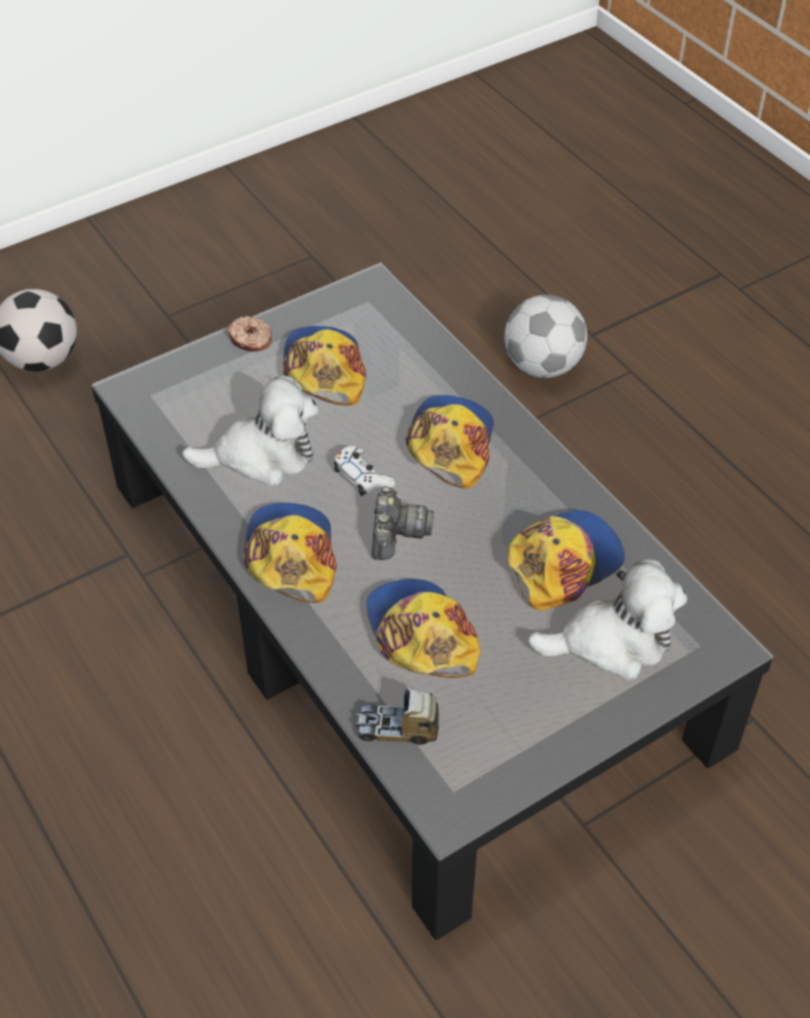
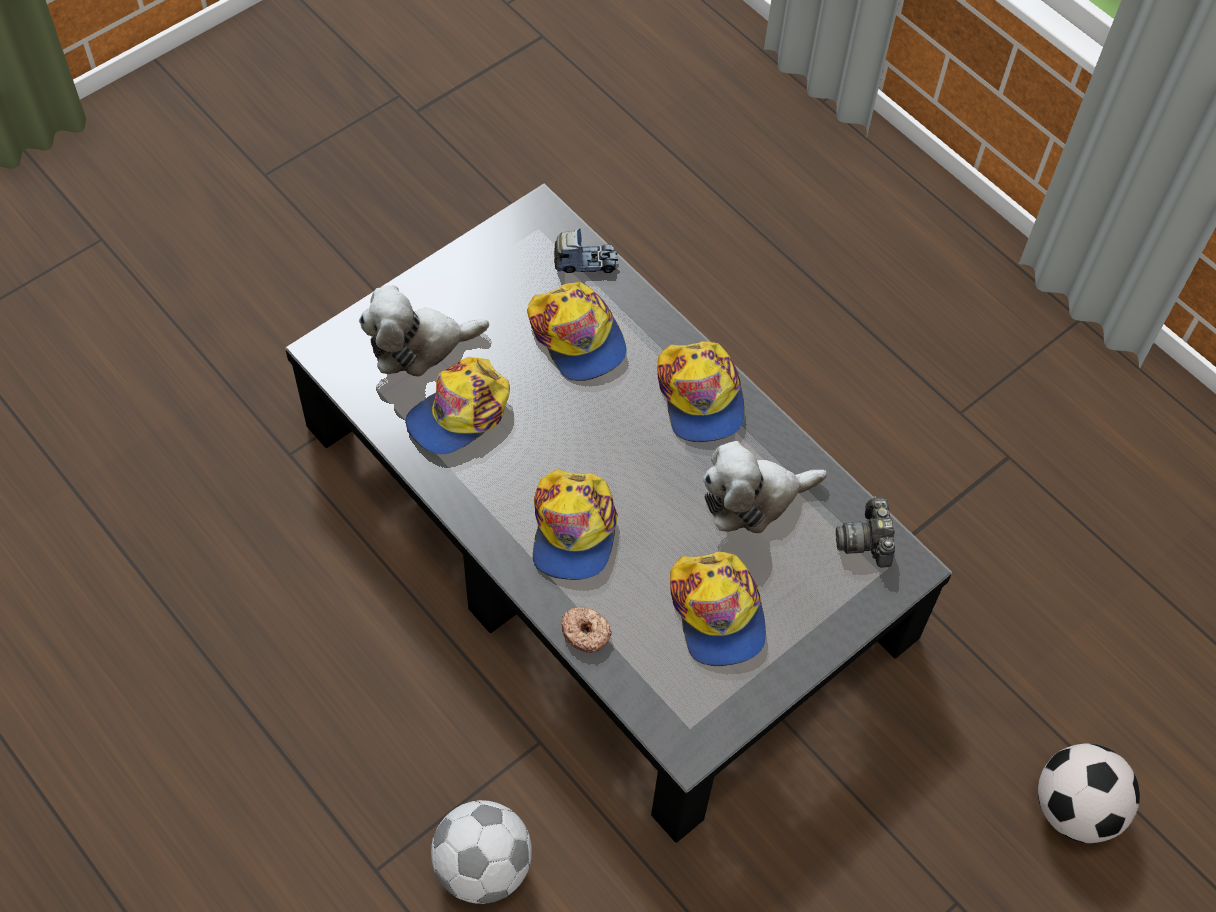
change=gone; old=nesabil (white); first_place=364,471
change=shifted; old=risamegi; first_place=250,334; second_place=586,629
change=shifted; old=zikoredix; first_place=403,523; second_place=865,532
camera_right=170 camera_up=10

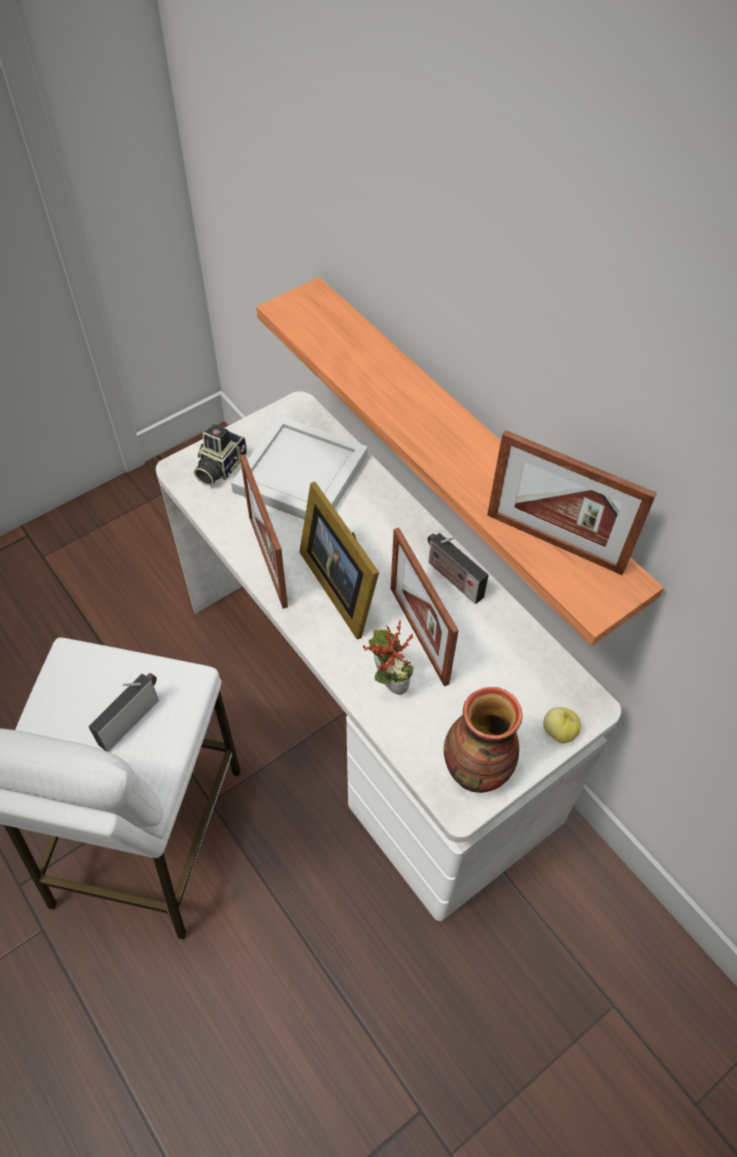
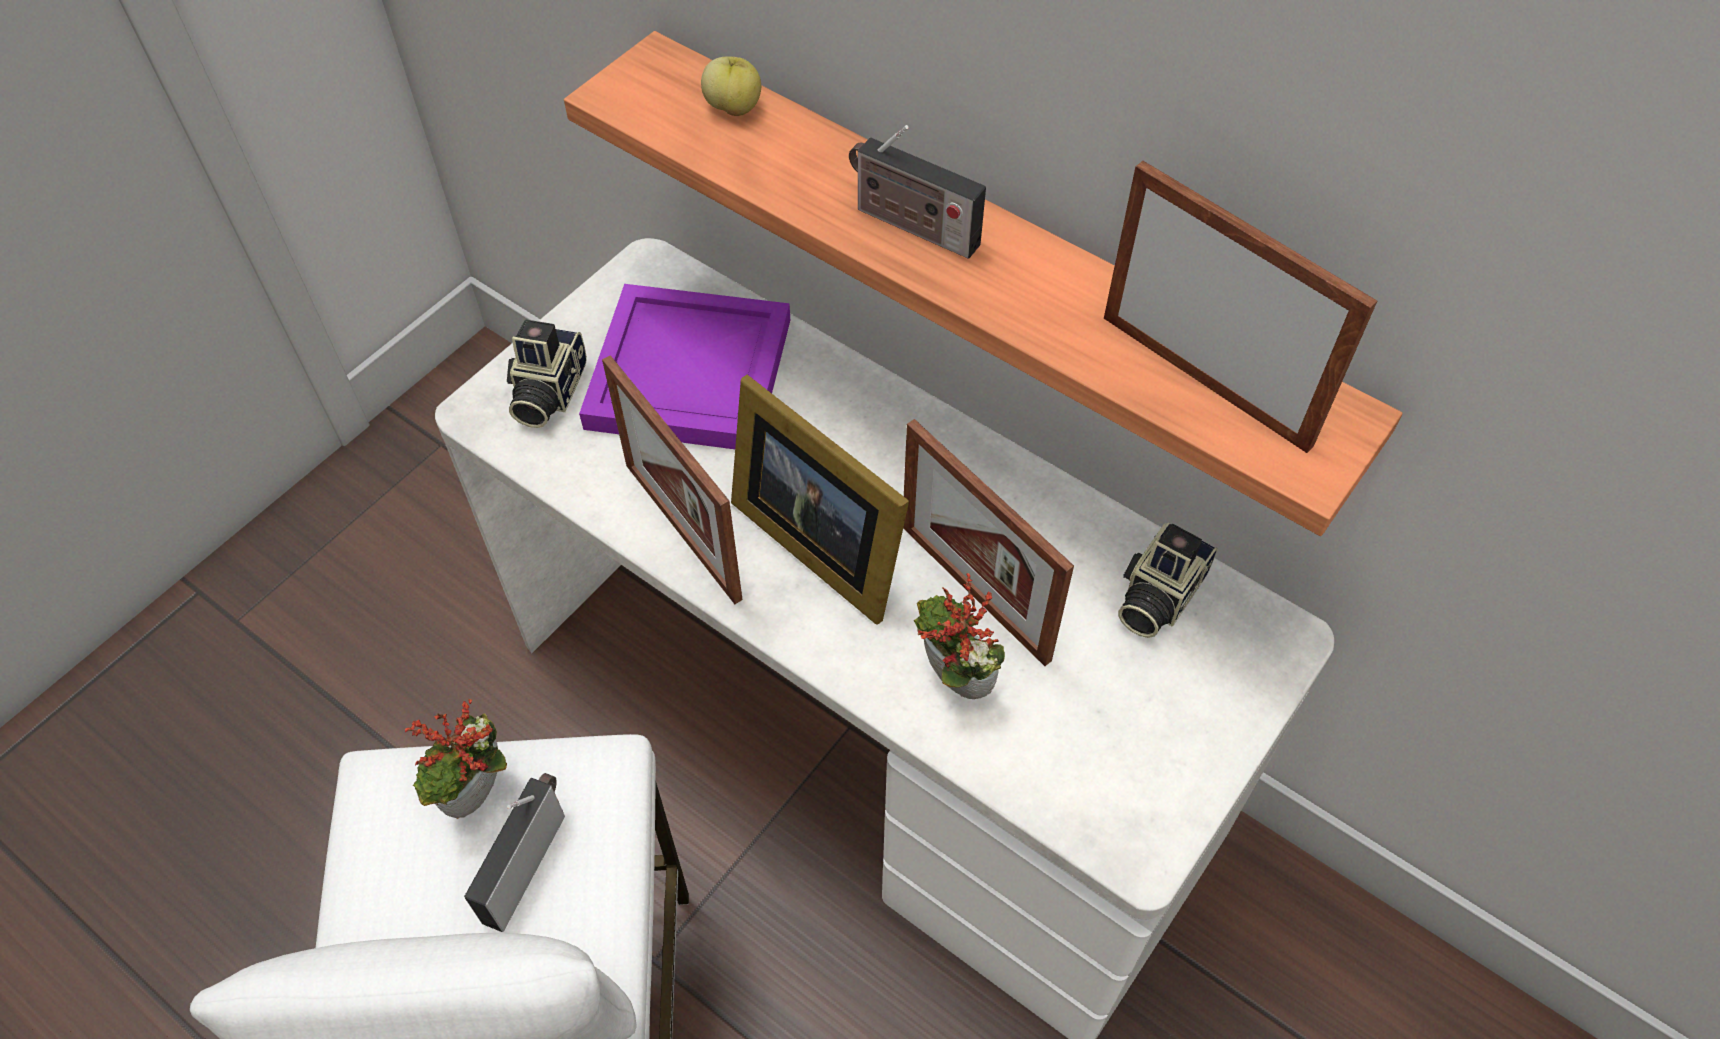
change=gone; old=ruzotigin; first_place=483,740
change=new; new=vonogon; second_place=456,759
change=new; new=zikoredix; second_place=1168,580
change=shifted; old=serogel; first_place=458,568; second_place=917,192
change=shifted; old=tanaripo; first_place=562,725; second_place=731,86
change=repainted; old=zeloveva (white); new=zeloveva (purple); first_place=299,467; second_place=684,366
change=rotated; old=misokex; first_place=572,502; second_place=1240,307; degrees=-150
camera_right=-15 camera_up=0

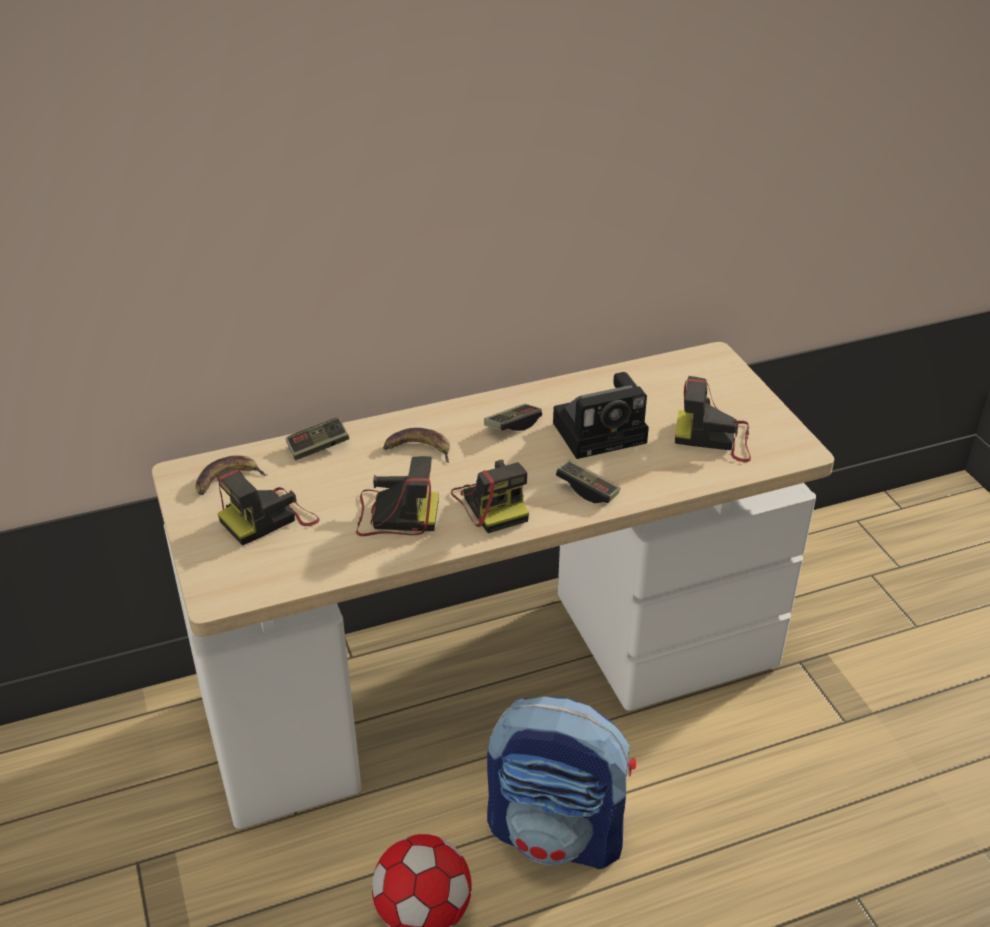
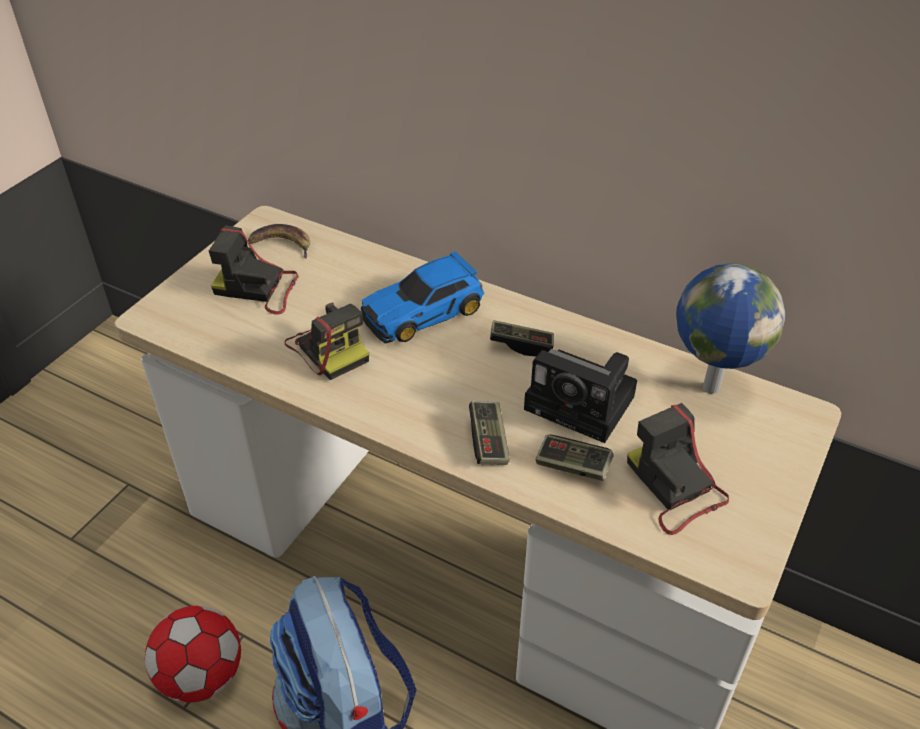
change=gone; old=zikoredix; first_place=490,496
change=new; new=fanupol; second_place=730,328
change=shifted; old=nesabil; first_place=317,438; second_place=575,458
change=swapped; old=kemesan; new=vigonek; first_place=416,445; second_place=422,297
camera_right=50 camera_up=5

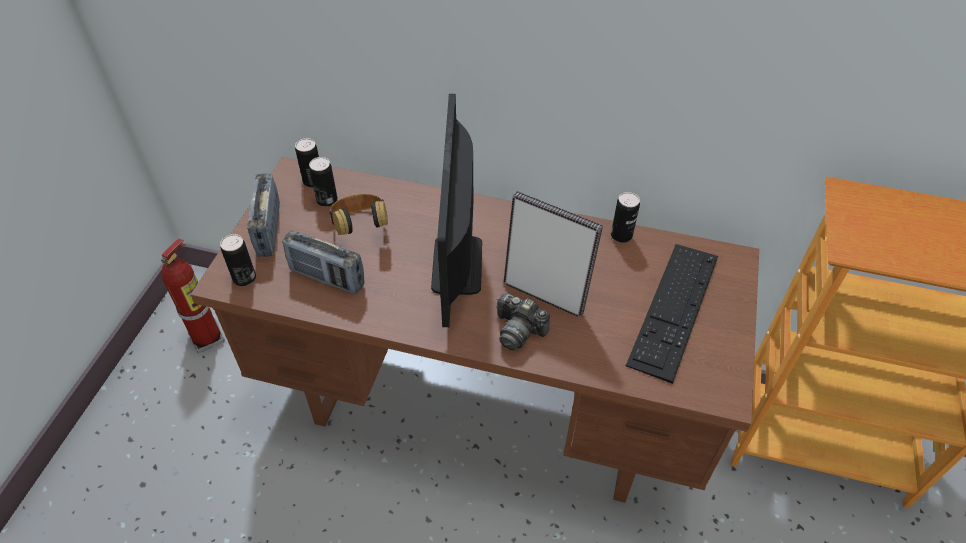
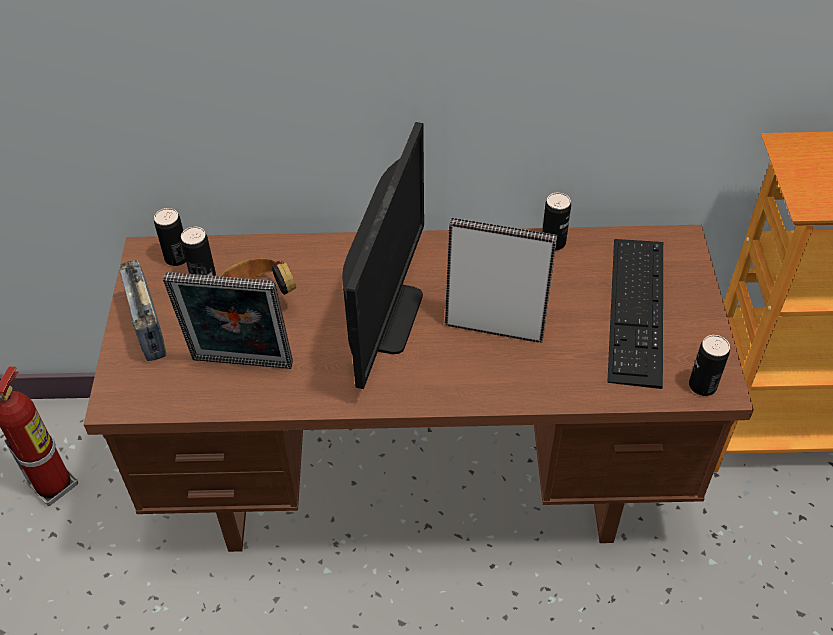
change=gone; old=zikoredix; first_place=523,322
change=shifted; old=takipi; first_place=238,260; second_place=709,365
change=swapped; old=serogel; new=misokex; first_place=323,262; second_place=228,320
change=rotated; old=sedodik; first_place=456,210; second_place=383,255; degrees=-150
camera_right=-15 camera_up=0

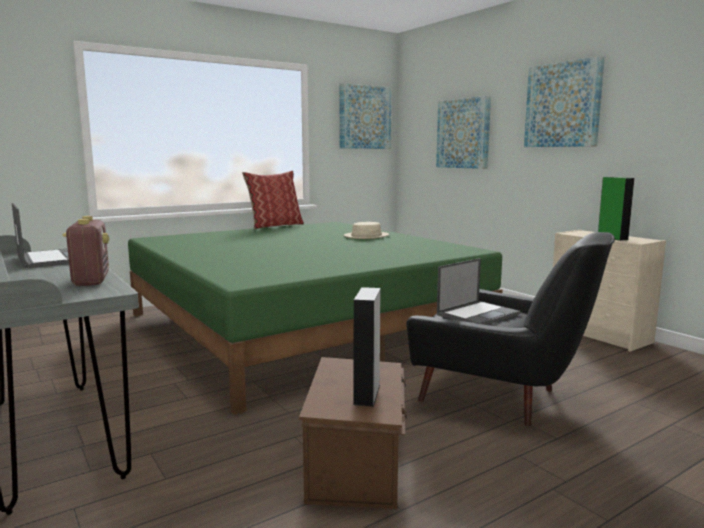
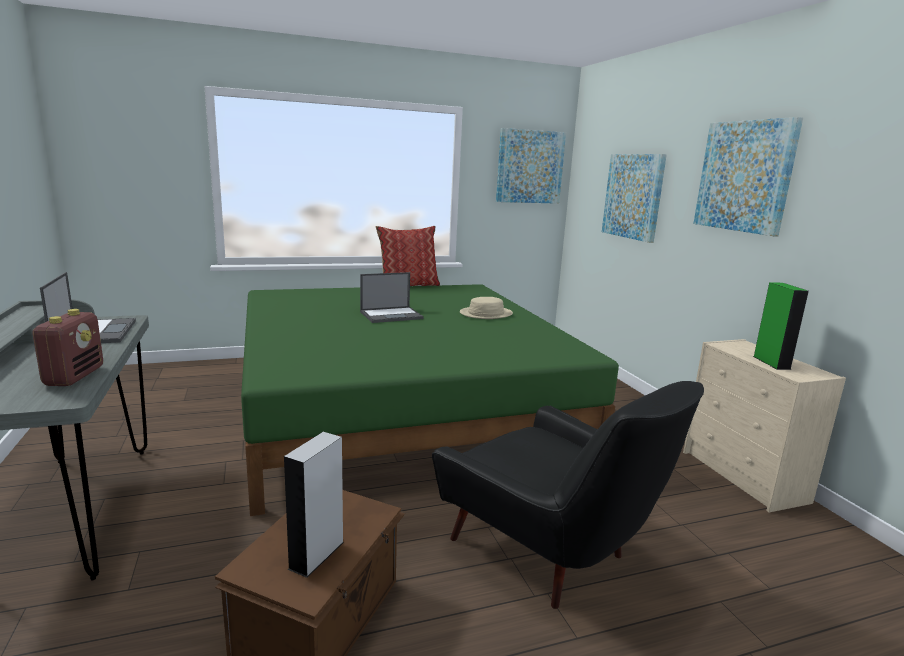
change=shifted; old=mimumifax; first_place=479,291; second_place=392,297
camera_right=15 camera_up=5

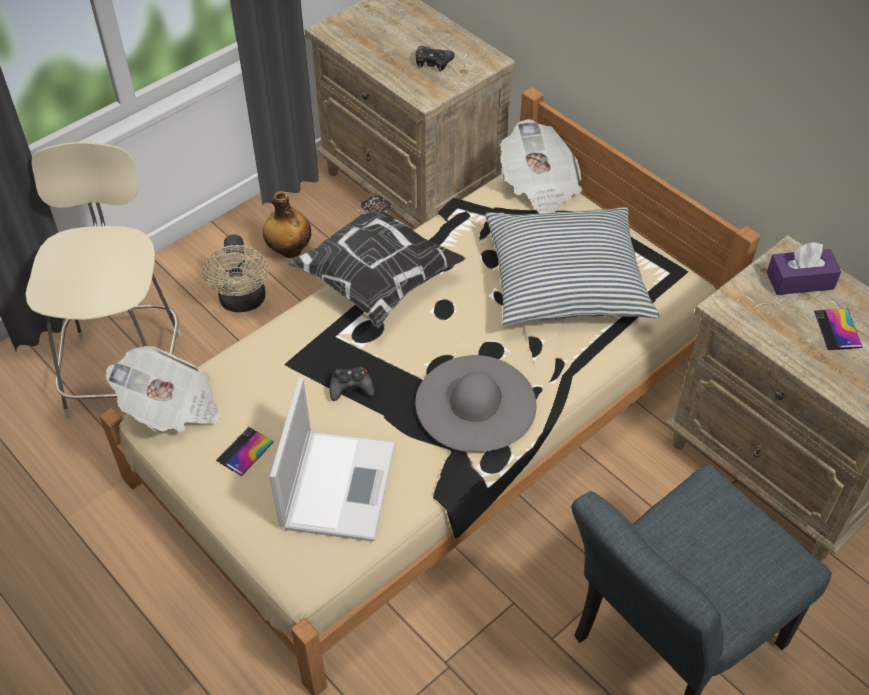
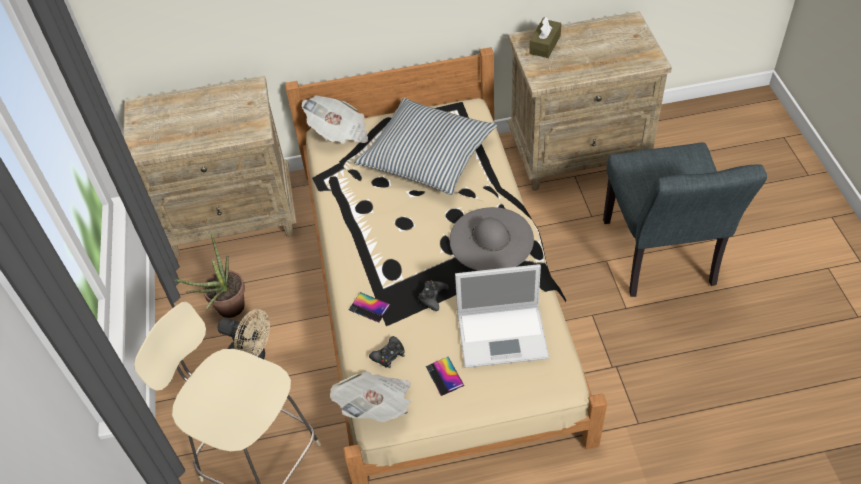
change=gone; old=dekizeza; first_place=377,261
change=shifted; old=nesabil (black); first_place=435,58; second_place=387,352
change=shifted; old=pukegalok; first_place=838,329; second_place=370,307
change=swapped; old=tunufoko; new=vonogon; first_place=287,224; second_place=209,274
change=repainted; old=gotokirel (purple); new=gotokirel (brown); first_place=804,268; second_place=545,37
change=rotated; old=mimumifax; first_place=332,460; second_place=502,316; degrees=135
camera_right=-55 camera_up=0

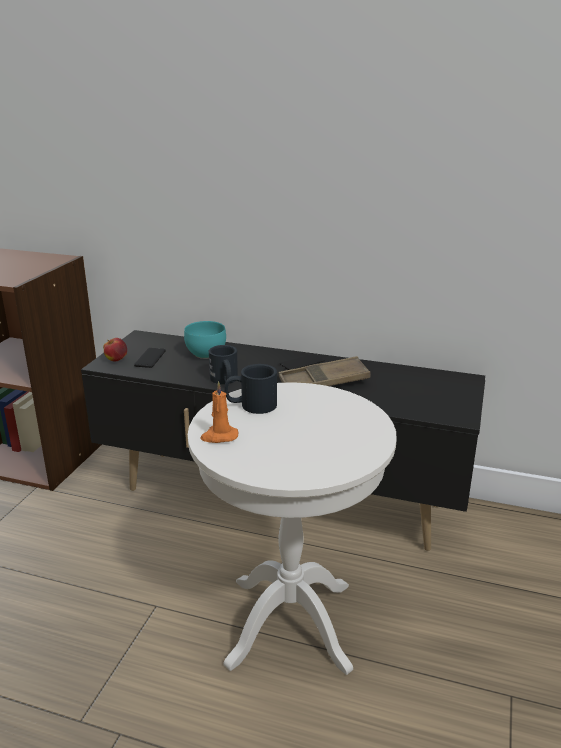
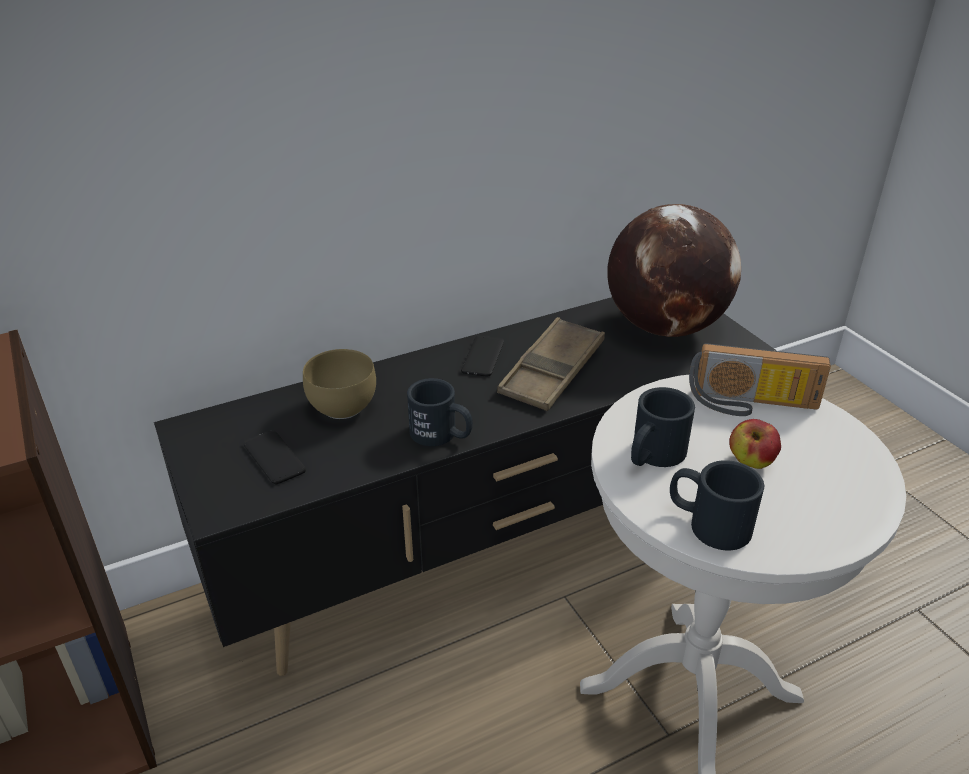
change=new; new=fanupol; second_place=674,270
change=new; new=serogel; second_place=760,379
change=shifted; old=tanaripo; first_place=115,350; second_place=755,444
change=swapped; old=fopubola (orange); new=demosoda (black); first_place=219,412; second_place=717,505
change=repainted; old=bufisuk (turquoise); new=bufisuk (brown); first_place=205,340; second_place=339,384
camera_right=-45 camera_up=10

